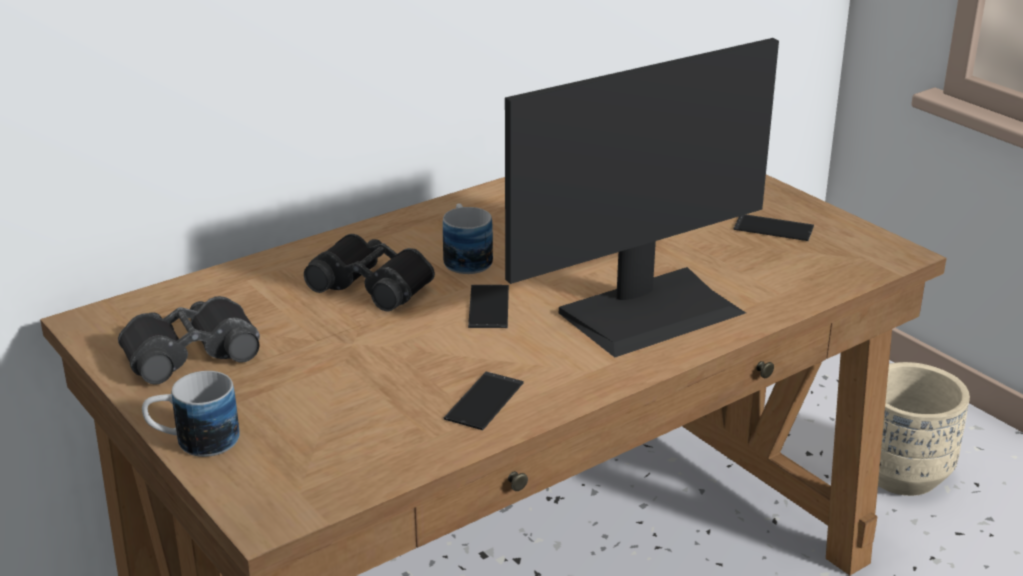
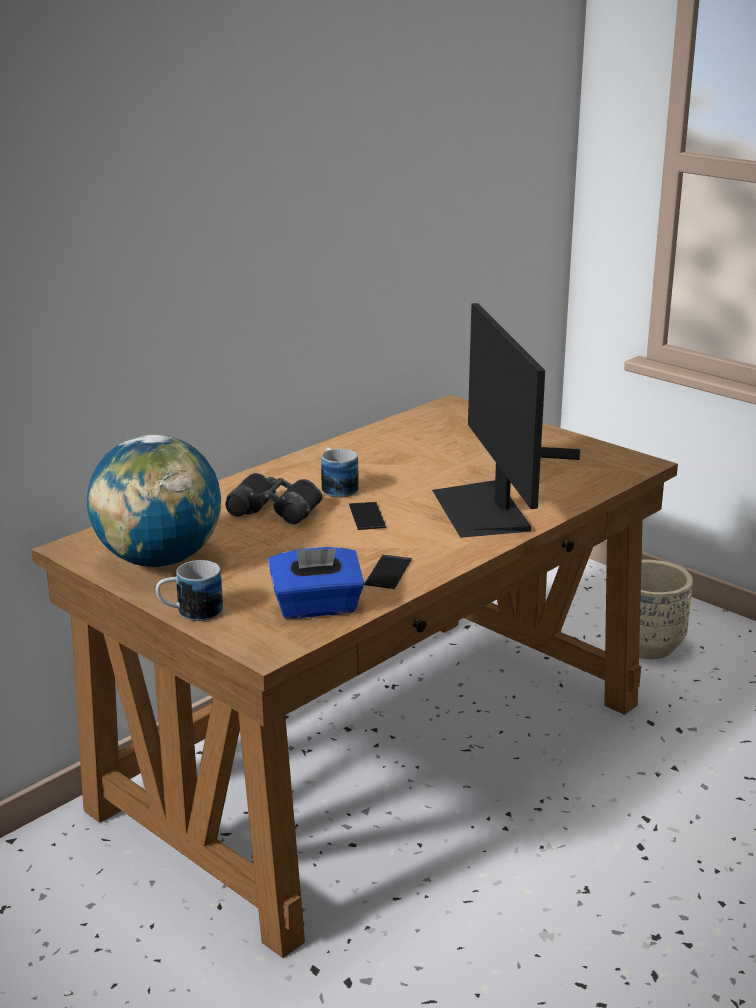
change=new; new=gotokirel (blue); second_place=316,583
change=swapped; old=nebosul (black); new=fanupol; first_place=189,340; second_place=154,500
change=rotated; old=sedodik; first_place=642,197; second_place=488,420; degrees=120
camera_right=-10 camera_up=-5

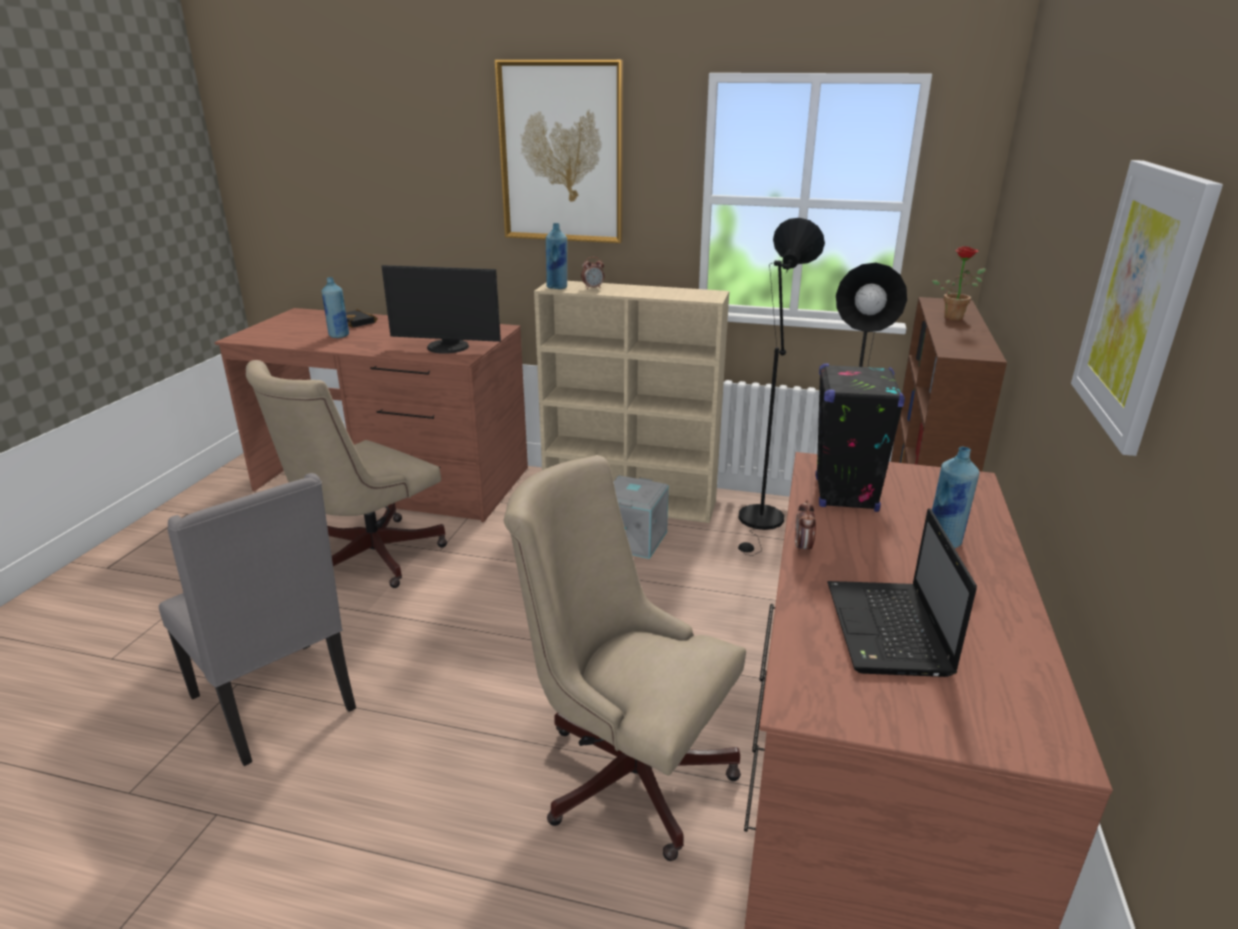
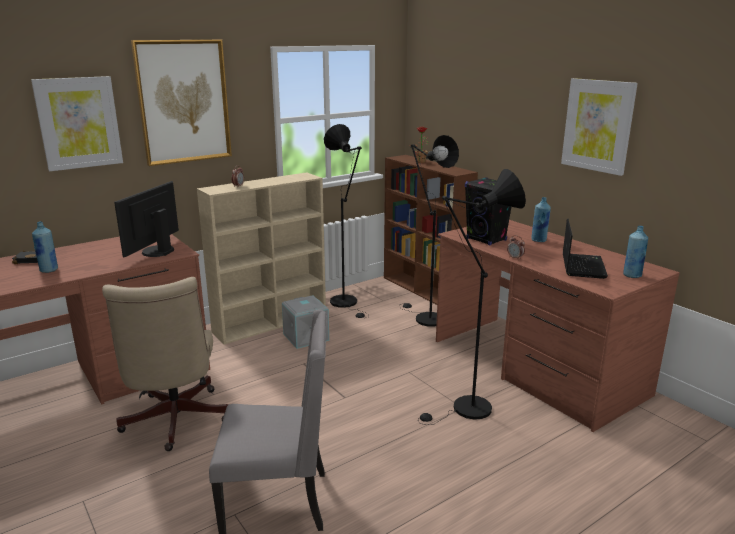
change=new; new=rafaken; second_place=77,123
change=shifted; old=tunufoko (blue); first_place=556,256; second_place=635,252
change=swapped; old=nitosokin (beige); new=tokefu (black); first_place=625,658; second_place=472,297
change=rotated; old=sedodik; first_place=441,309; second_place=146,219; degrees=150
change=rotated; old=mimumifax; first_place=902,592; second_place=585,248; degrees=-120
camera_right=-50 camera_up=-5

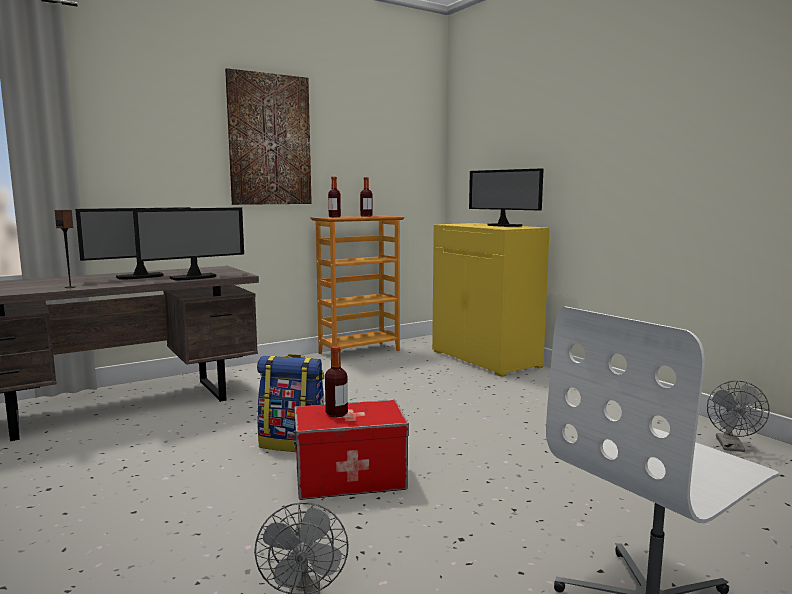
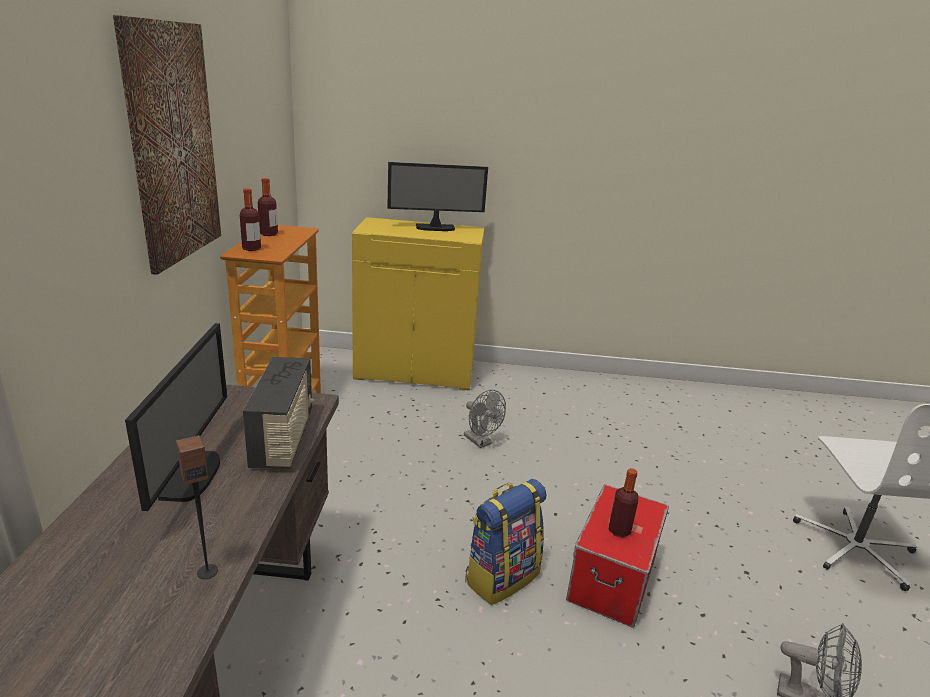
change=shifted; old=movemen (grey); first_place=738,416; second_place=485,419
change=swapped; old=sedodik; new=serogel; first_place=188,243; second_place=279,413
camera_right=-55 camera_up=15

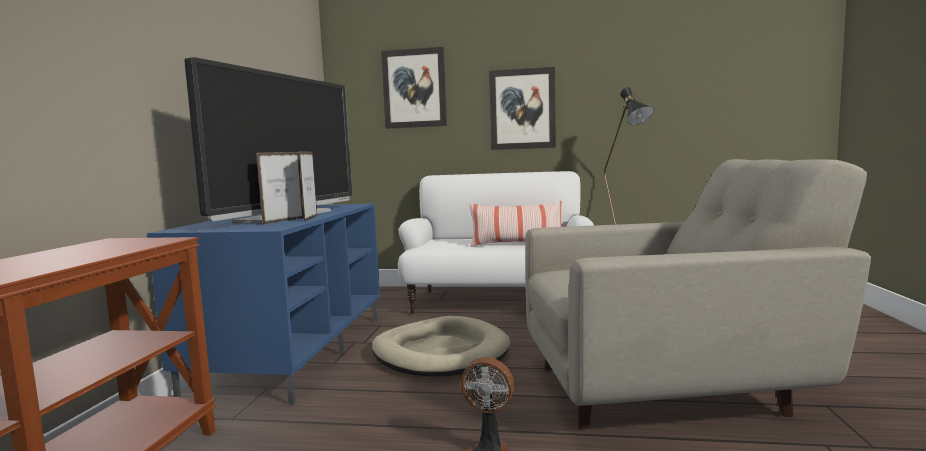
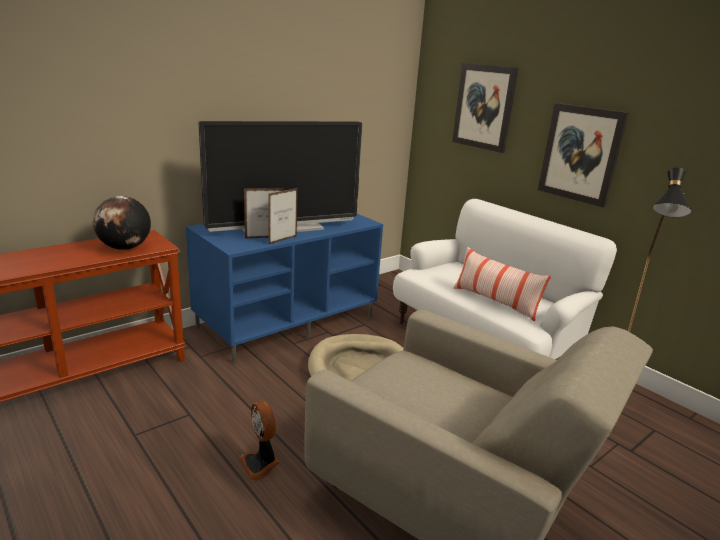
change=new; new=fanupol; second_place=122,223
camera_right=40 camera_up=15

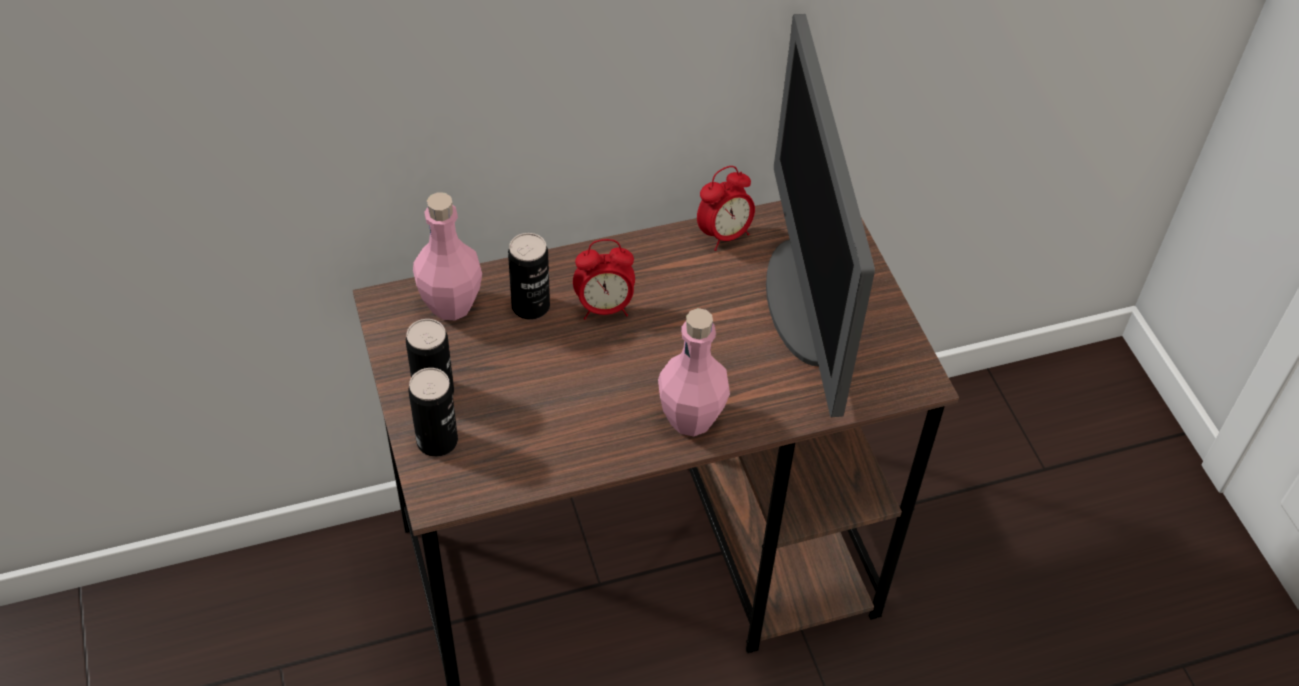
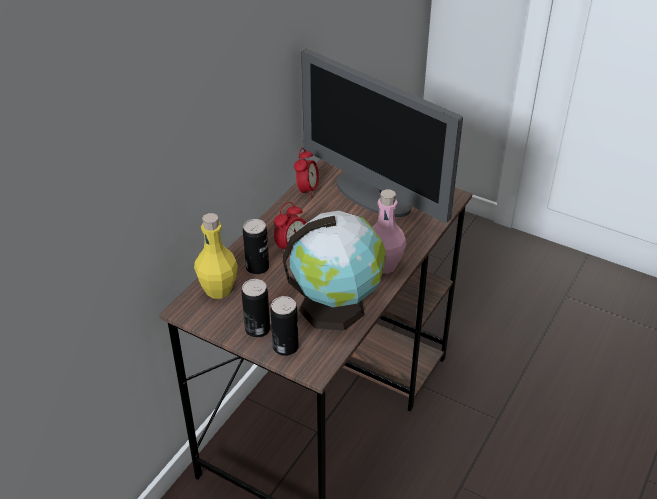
change=new; new=fanupol; second_place=334,271
change=repainted; old=tunufoko (pink); new=tunufoko (yellow); first_place=447,256; second_place=216,256
camera_right=-40 camera_up=-10

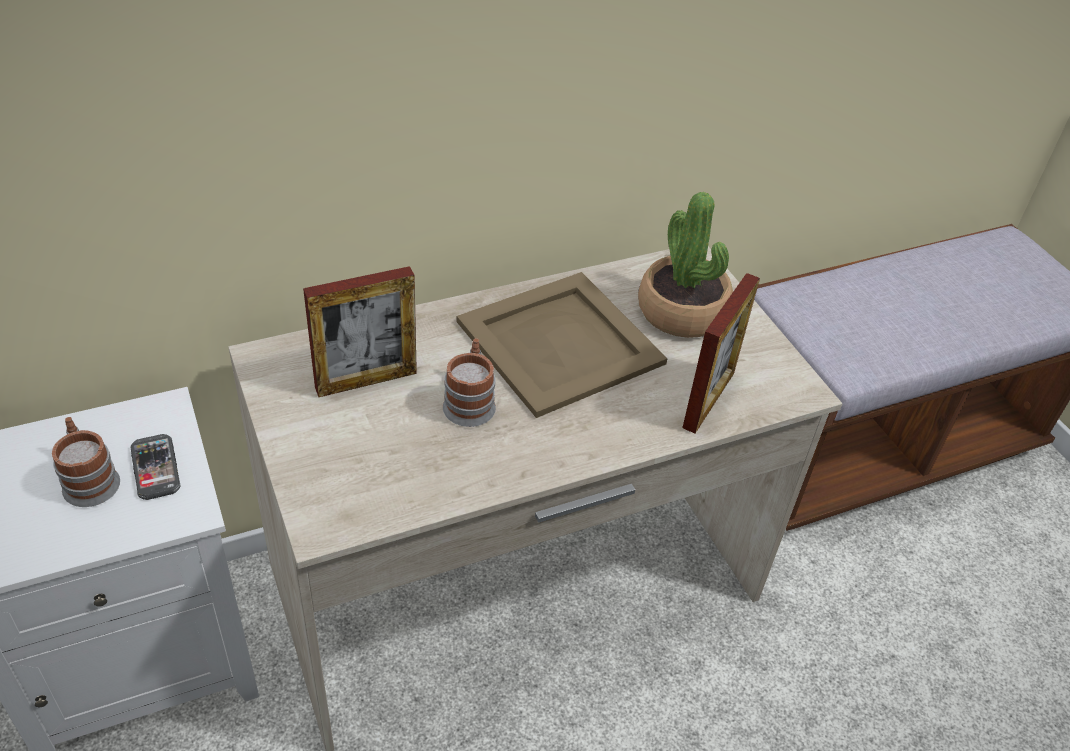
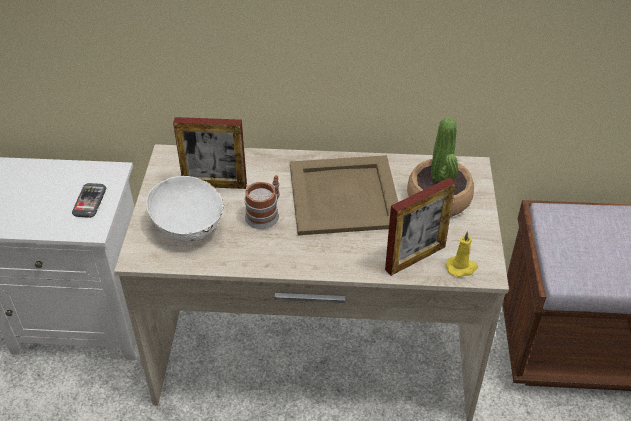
change=gone; old=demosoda; first_place=86,462
change=new; new=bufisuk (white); second_place=185,209
change=new; new=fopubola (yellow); second_place=462,254
camera_right=30 camera_up=0

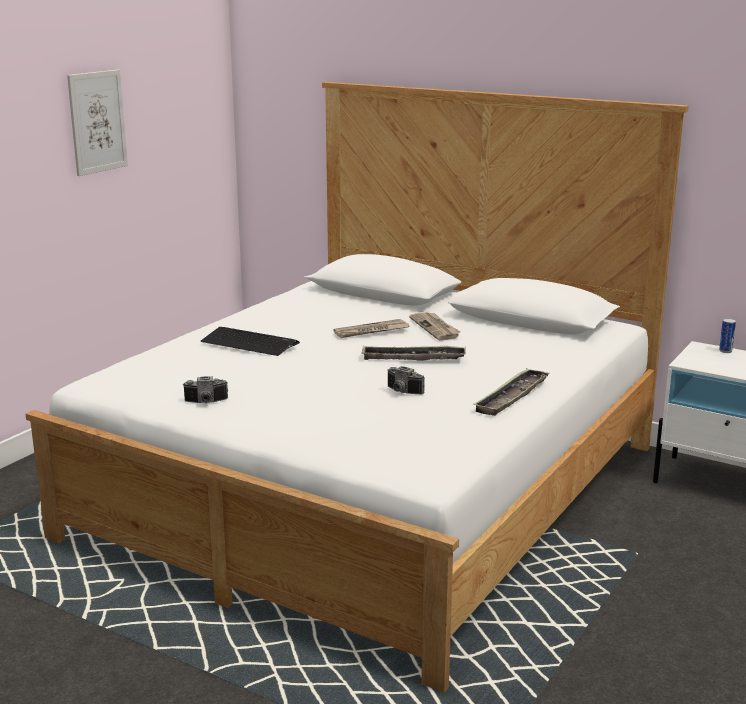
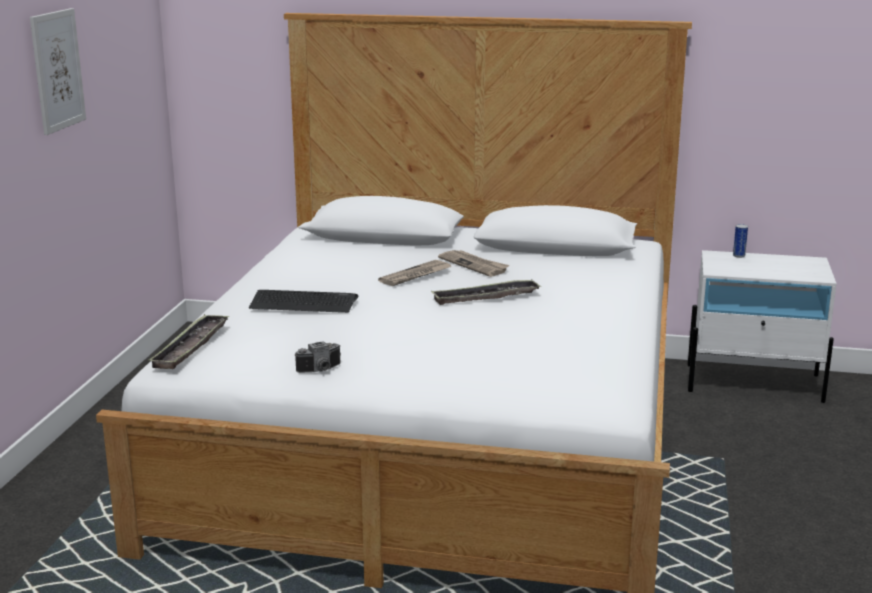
change=gone; old=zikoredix; first_place=406,380
change=shifted; old=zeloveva; first_place=511,392; second_place=188,341
camera_right=-20 camera_up=0

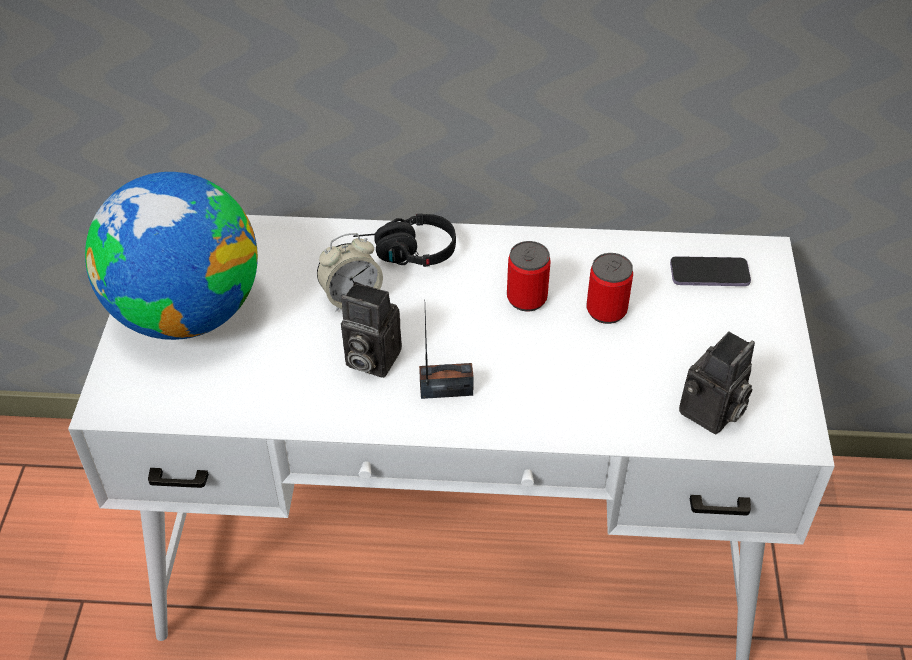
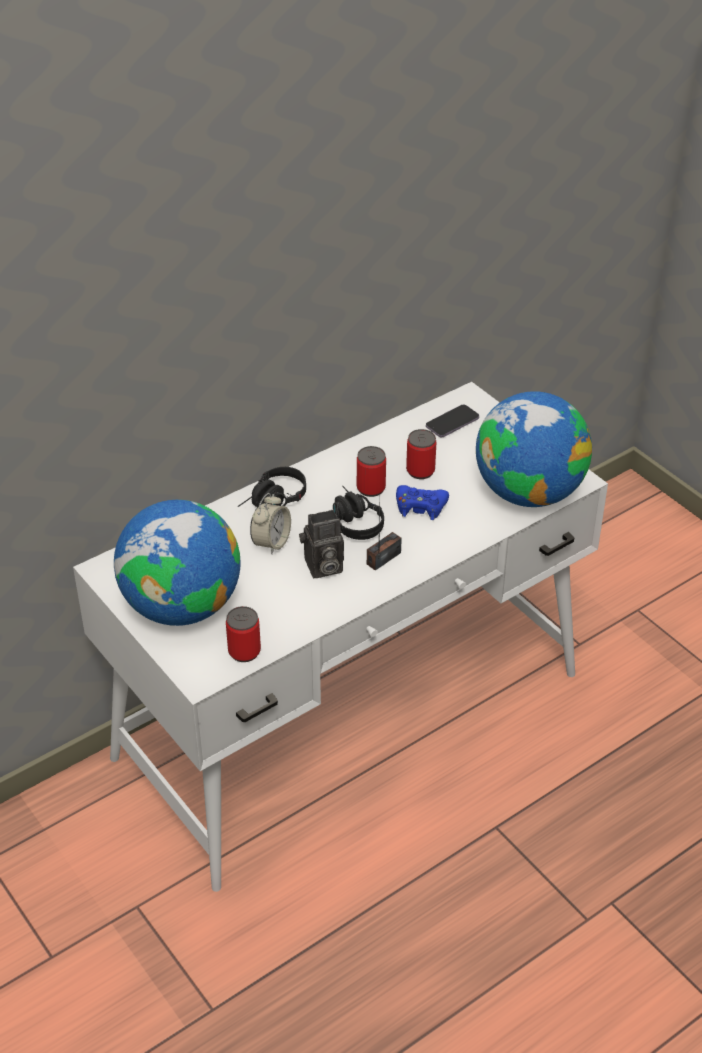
change=new; new=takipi; second_place=243,634
change=new; new=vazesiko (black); second_place=358,512
change=new; new=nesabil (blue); second_place=422,502
change=swapped; old=zikoredix; new=fanupol; first_place=717,382; second_place=534,449
camera_right=-40 camera_up=-5

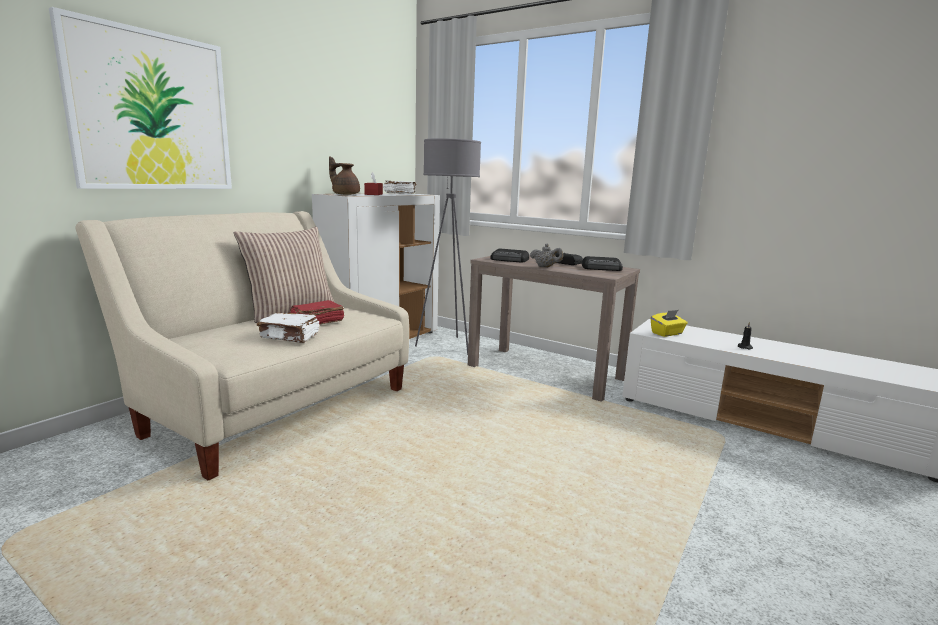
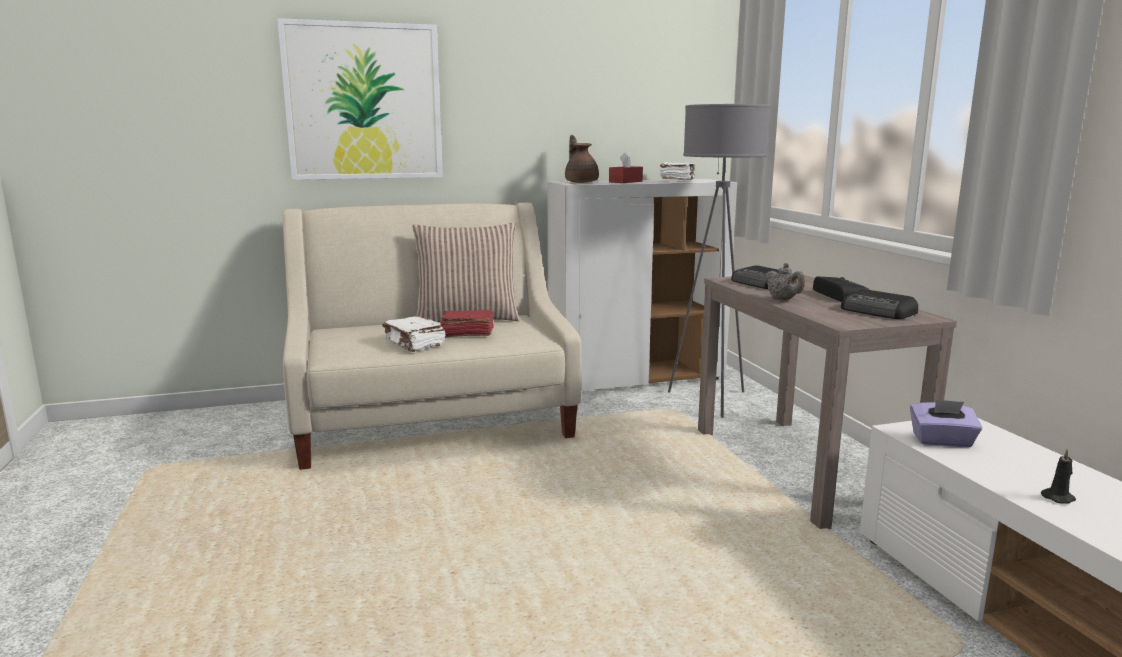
change=repainted; old=gotokirel (yellow); new=gotokirel (purple); first_place=669,323; second_place=946,423
camera_right=40 camera_up=0

